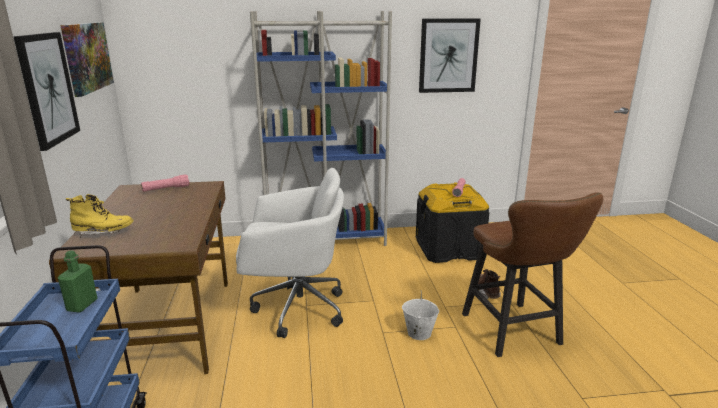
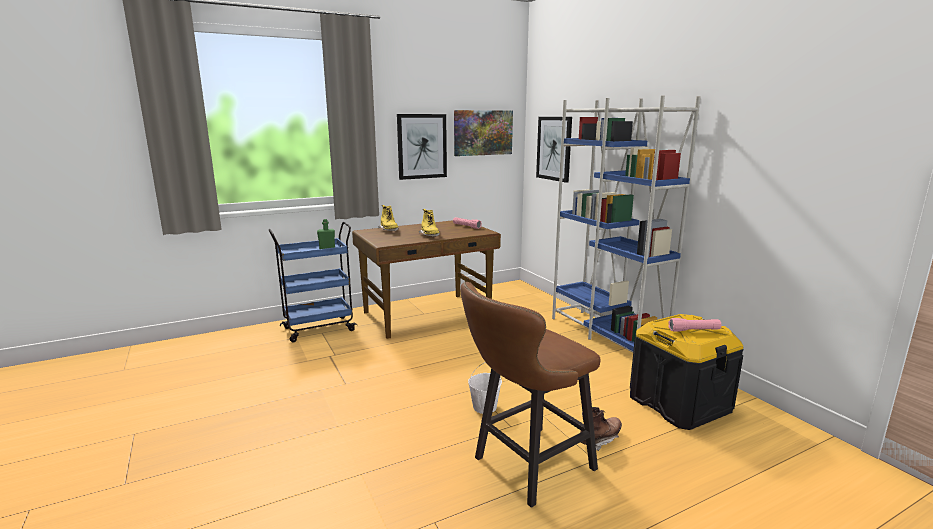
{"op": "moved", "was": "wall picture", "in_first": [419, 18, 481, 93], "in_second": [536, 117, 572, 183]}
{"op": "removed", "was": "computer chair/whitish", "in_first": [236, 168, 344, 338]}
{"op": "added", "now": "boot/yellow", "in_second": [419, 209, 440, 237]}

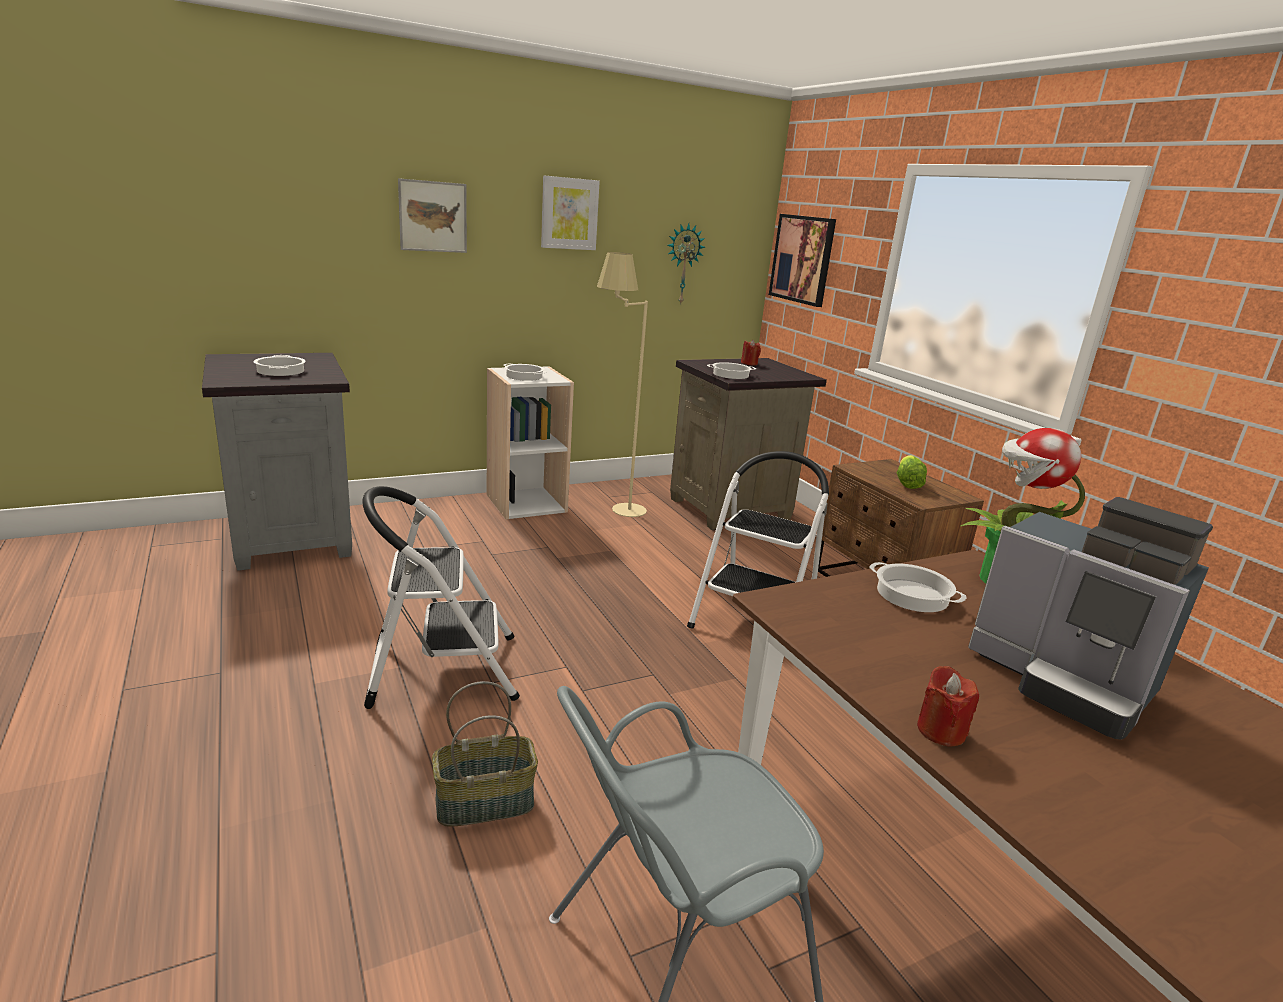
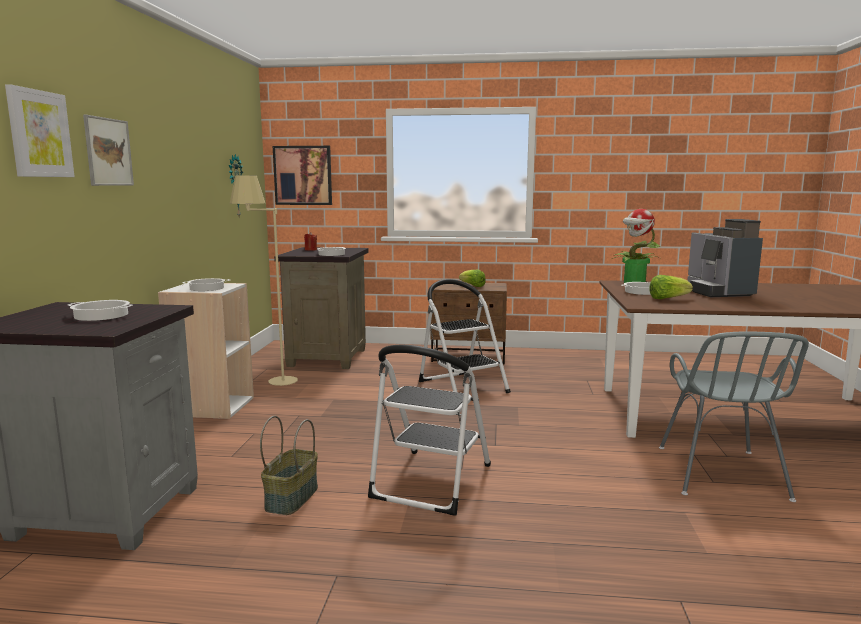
{"op": "moved", "was": "wall picture", "in_first": [541, 175, 600, 250], "in_second": [5, 84, 75, 177]}
{"op": "turned", "was": "coffee brewer", "in_first": [968, 497, 1213, 740], "in_second": [687, 219, 763, 297], "clockwise": 90}
{"op": "removed", "was": "wax candle/reddish", "in_first": [917, 666, 979, 747]}
{"op": "moved", "was": "storage basket", "in_first": [432, 681, 538, 827], "in_second": [260, 416, 318, 515]}
{"op": "added", "now": "head of lettuce", "in_second": [650, 275, 693, 299]}

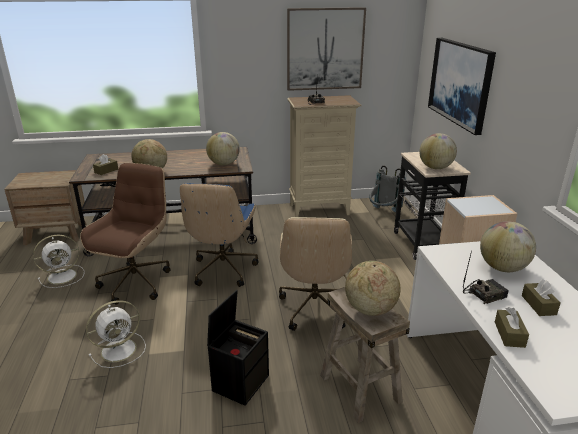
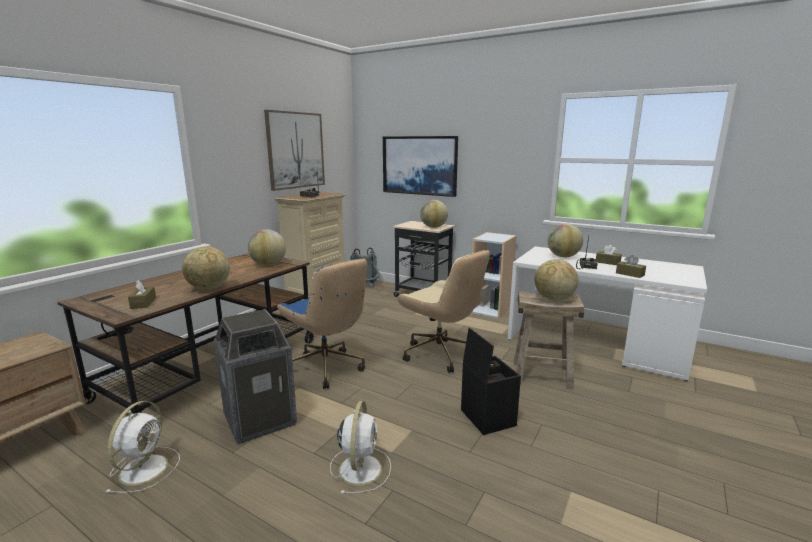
{"op": "replaced", "was": "computer chair/brown", "now": "rubbish bin", "in_first": [80, 163, 170, 305], "in_second": [214, 309, 297, 444]}

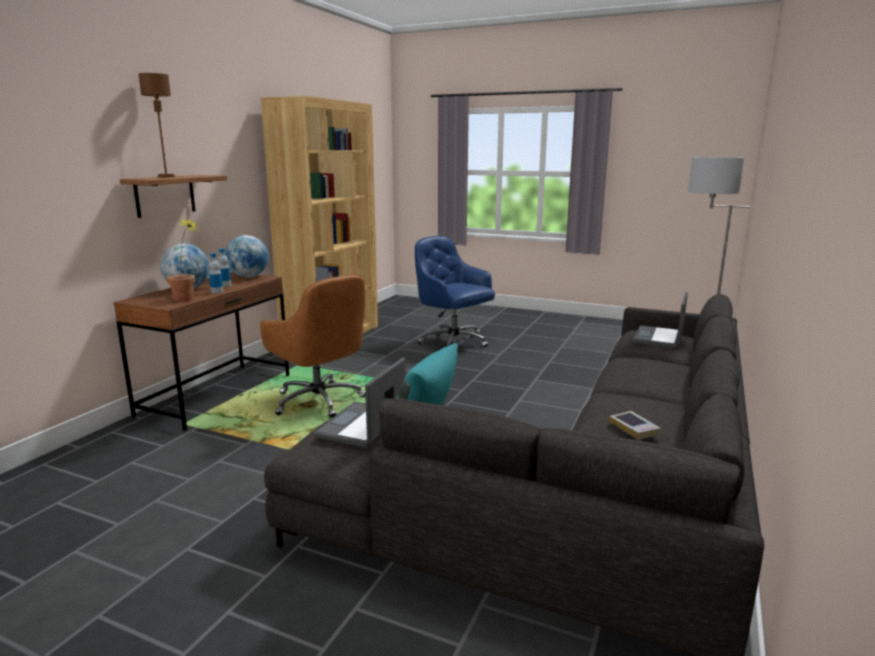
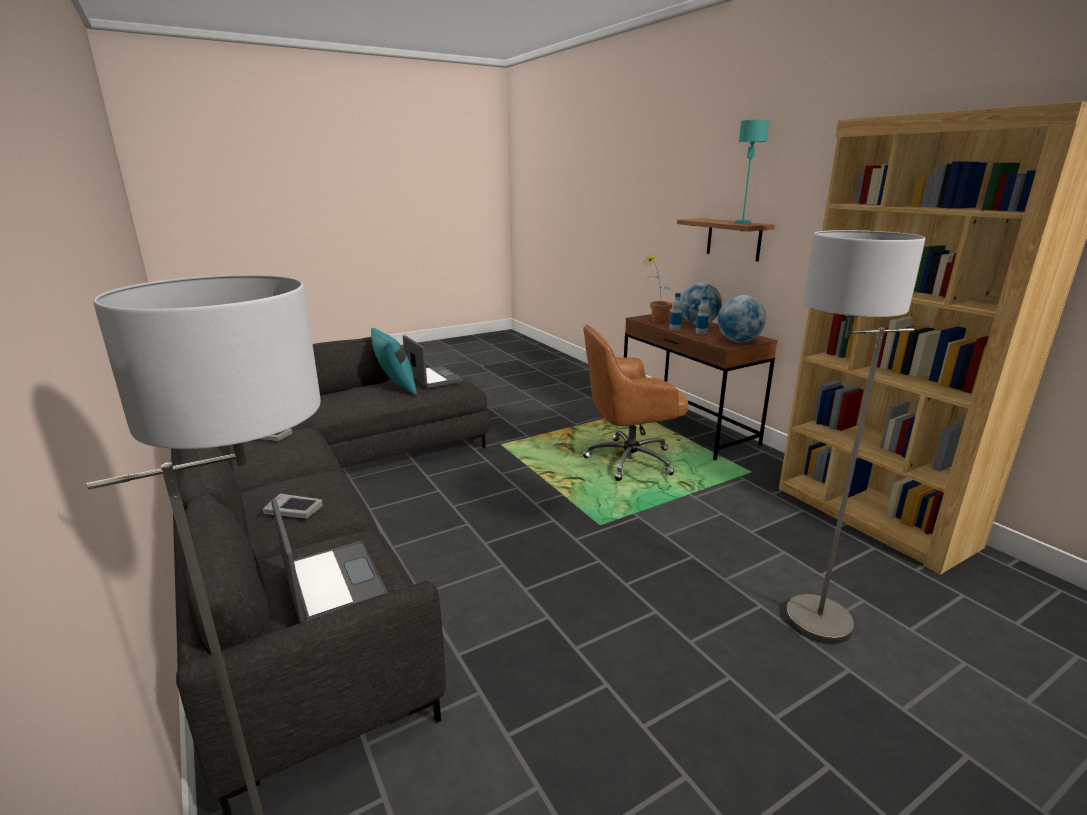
{"op": "removed", "was": "lamp for a table/brown", "in_first": [138, 73, 175, 178]}
{"op": "replaced", "was": "computer chair/bluish", "now": "floor lamp/grey", "in_first": [415, 236, 495, 347], "in_second": [786, 230, 925, 644]}
{"op": "added", "now": "lamp for a table/turquoise", "in_second": [735, 120, 770, 224]}
{"op": "added", "now": "bound book", "in_second": [263, 493, 323, 518]}

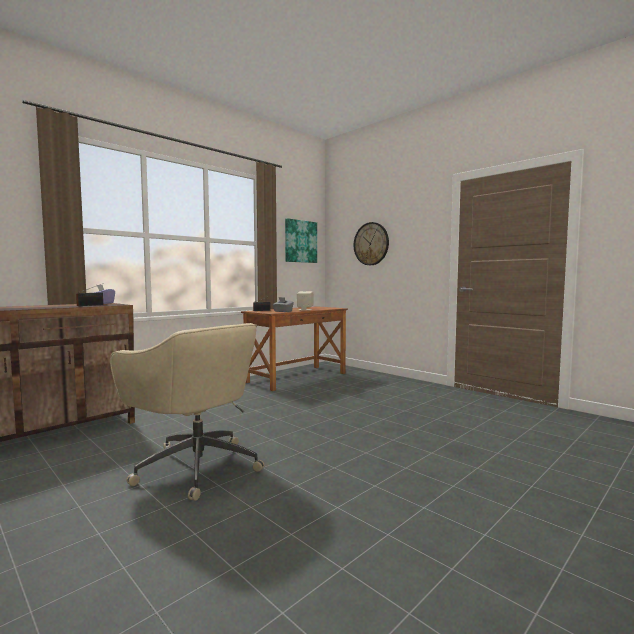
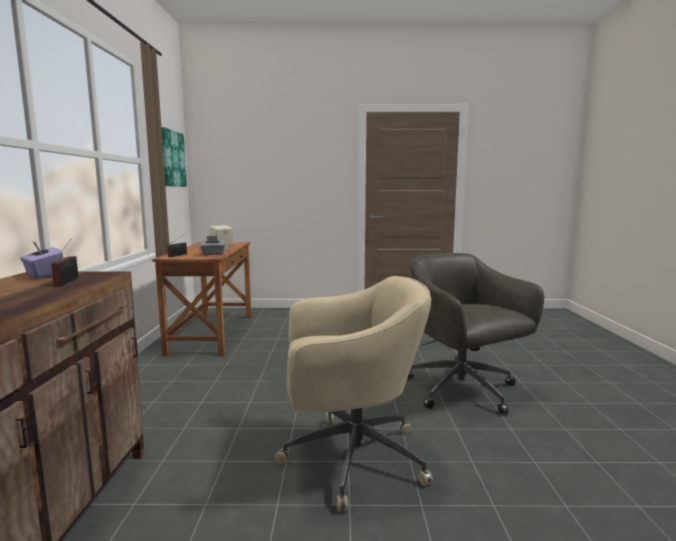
{"op": "removed", "was": "clock on the wall", "in_first": [354, 222, 389, 265]}
{"op": "added", "now": "computer chair/grey", "in_second": [407, 253, 544, 414]}

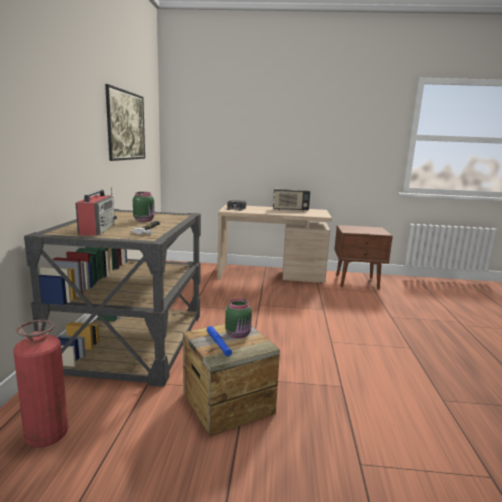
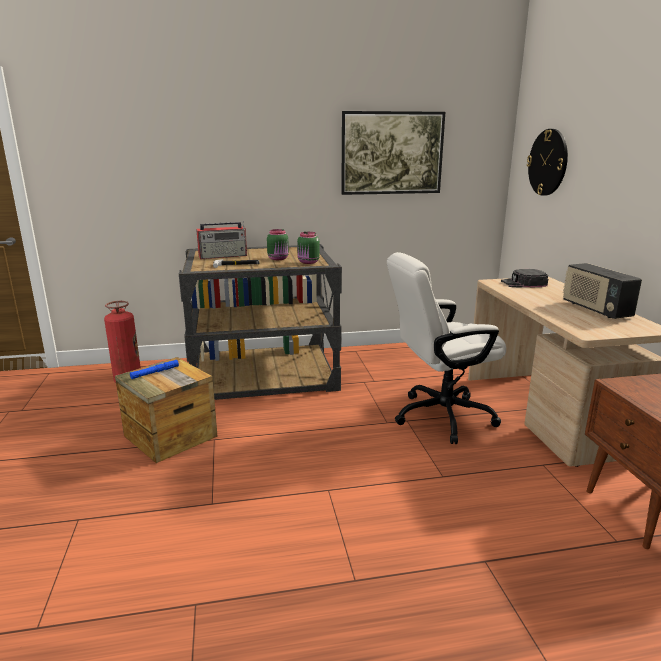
{"op": "moved", "was": "storage jar/green", "in_first": [225, 299, 252, 338], "in_second": [297, 232, 320, 264]}
{"op": "added", "now": "clock on the wall", "in_second": [527, 129, 568, 196]}
{"op": "added", "now": "computer chair/whitish", "in_second": [387, 252, 506, 444]}

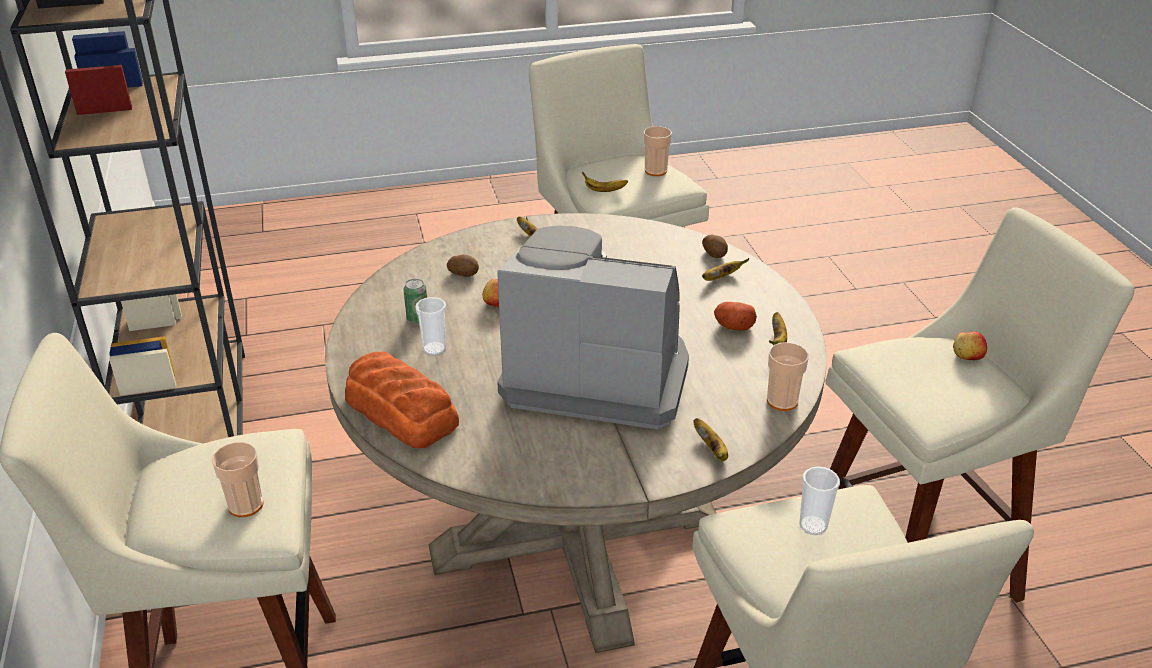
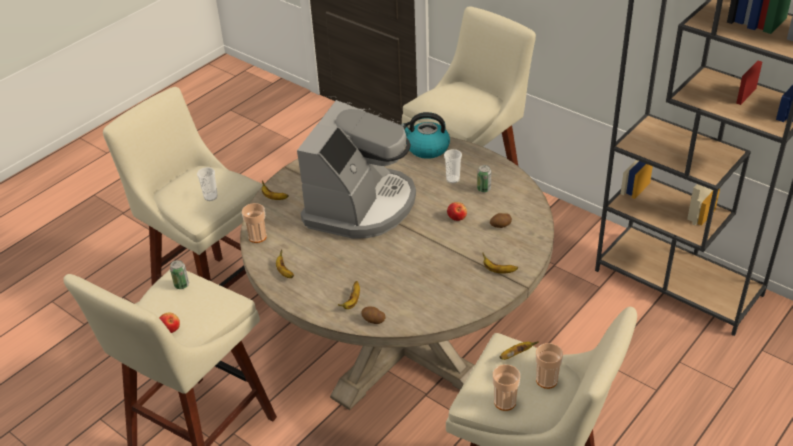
{"op": "turned", "was": "coffee brewer", "in_first": [497, 225, 689, 429], "in_second": [297, 100, 416, 239], "clockwise": -45}
{"op": "removed", "was": "whole potato", "in_first": [714, 302, 757, 331]}
{"op": "replaced", "was": "bakery bread", "now": "water kettle", "in_first": [345, 352, 459, 448], "in_second": [401, 112, 450, 159]}
{"op": "moved", "was": "small cup", "in_first": [212, 442, 264, 517], "in_second": [536, 343, 563, 389]}
{"op": "added", "now": "can", "in_second": [170, 260, 189, 289]}

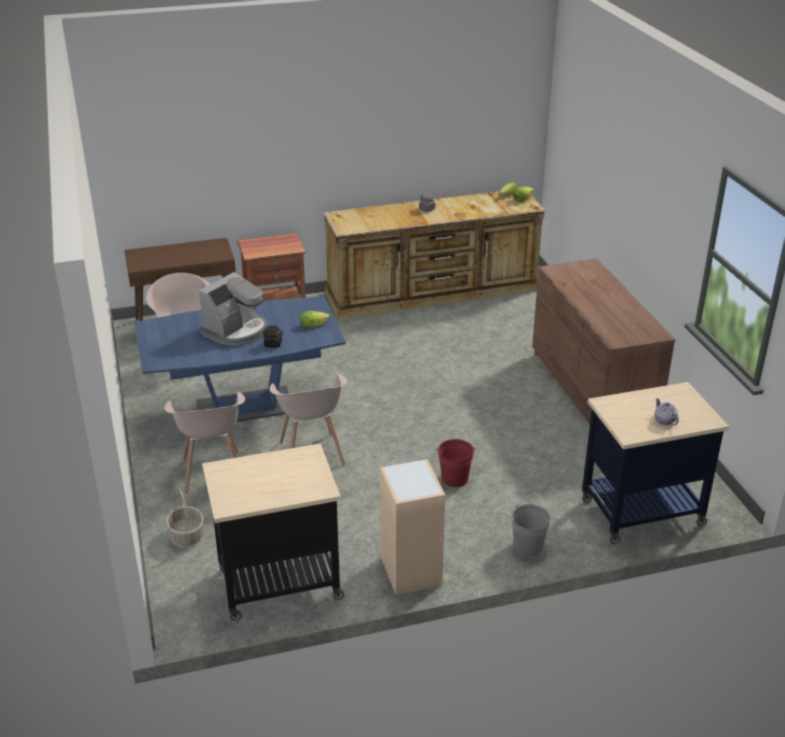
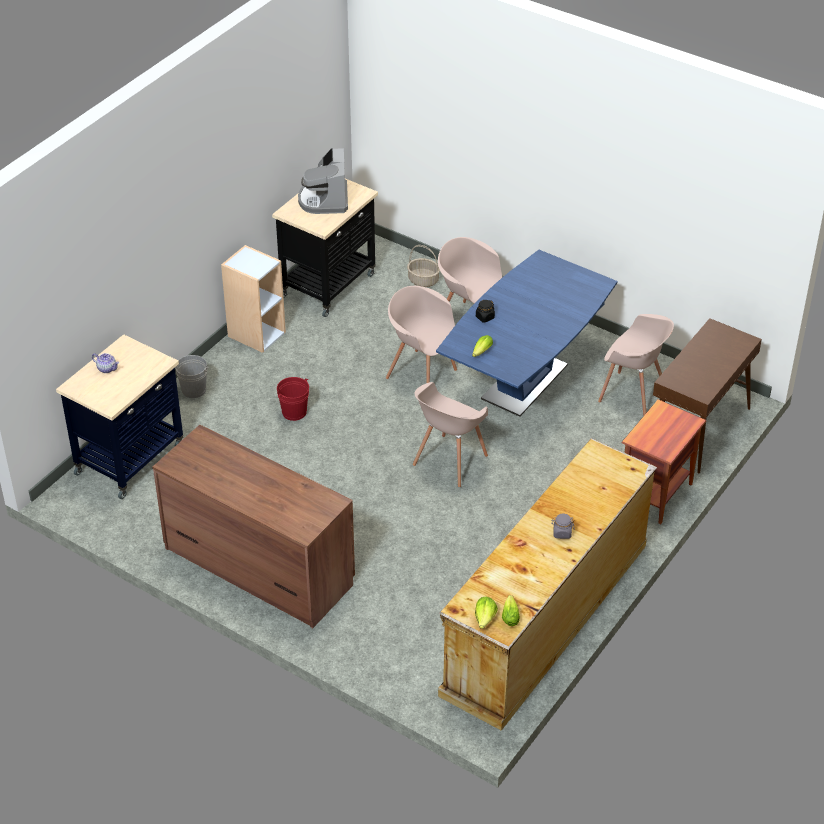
{"op": "moved", "was": "coffee brewer", "in_first": [199, 272, 268, 345], "in_second": [298, 148, 348, 214]}
{"op": "added", "now": "upright chair/sand-coloured", "in_second": [413, 382, 488, 487]}

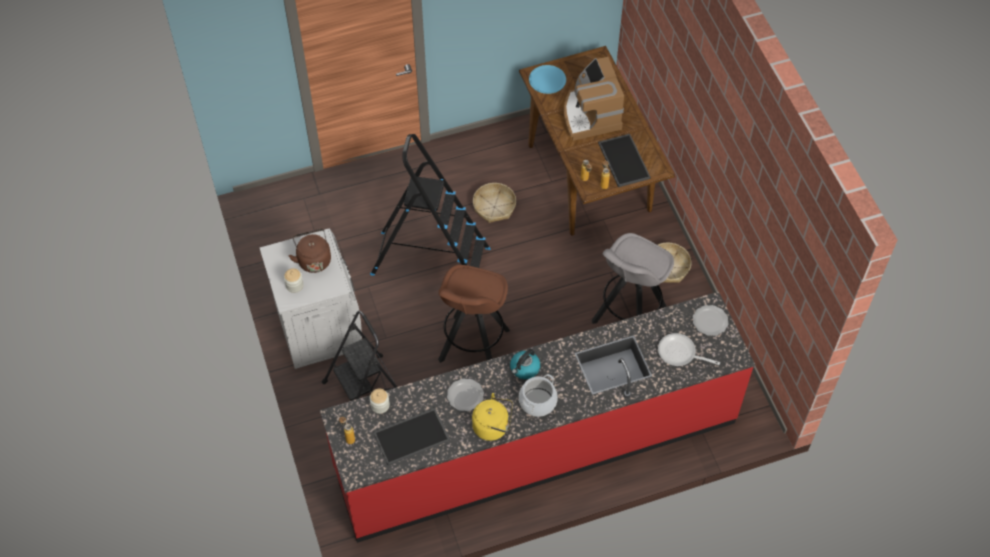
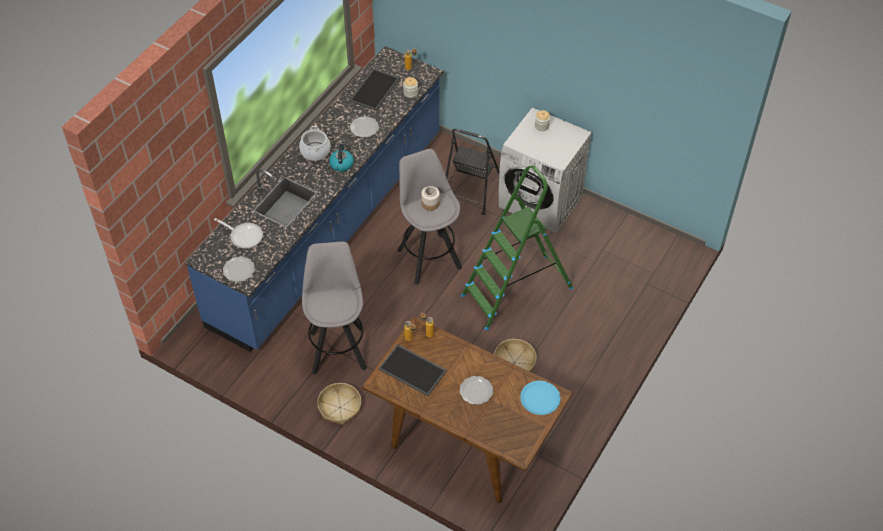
{"op": "replaced", "was": "coffee brewer", "now": "plate", "in_first": [564, 57, 624, 141], "in_second": [460, 376, 493, 405]}
{"op": "recoloured", "was": "step stool/blackish", "now": "step stool/green", "in_first": [370, 134, 491, 276], "in_second": [461, 166, 573, 330]}
{"op": "removed", "was": "water kettle/brown", "in_first": [289, 229, 331, 273]}
{"op": "recoloured", "was": "sitting stool/brown", "now": "sitting stool/grey", "in_first": [438, 265, 510, 363], "in_second": [397, 149, 462, 285]}
{"op": "recoloured", "was": "kitchen base unit/reddish", "now": "kitchen base unit/bluish", "in_first": [320, 291, 755, 543], "in_second": [185, 46, 444, 352]}
{"op": "turned", "was": "skillet", "in_first": [658, 333, 720, 366], "in_second": [214, 218, 263, 249], "clockwise": 45}
{"op": "removed", "was": "water kettle/yellow", "in_first": [472, 393, 513, 441]}
{"op": "added", "now": "storage jar", "in_second": [421, 186, 440, 211]}

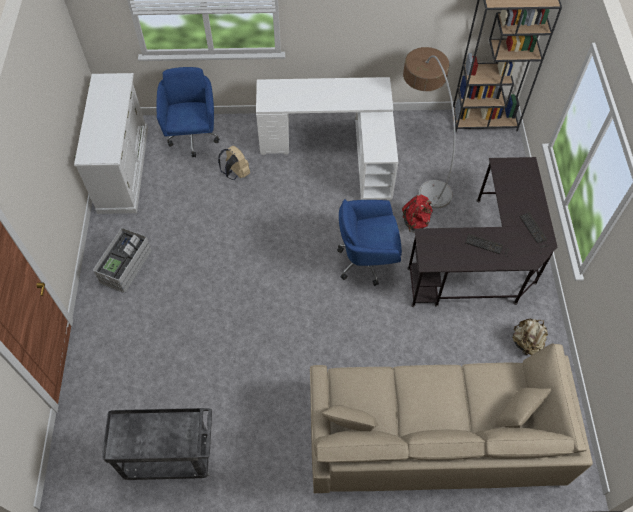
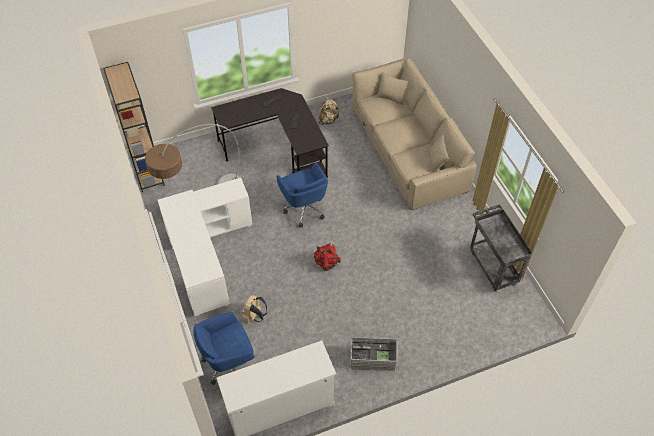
{"op": "moved", "was": "rucksack/reddish", "in_first": [402, 194, 433, 233], "in_second": [314, 243, 341, 271]}

